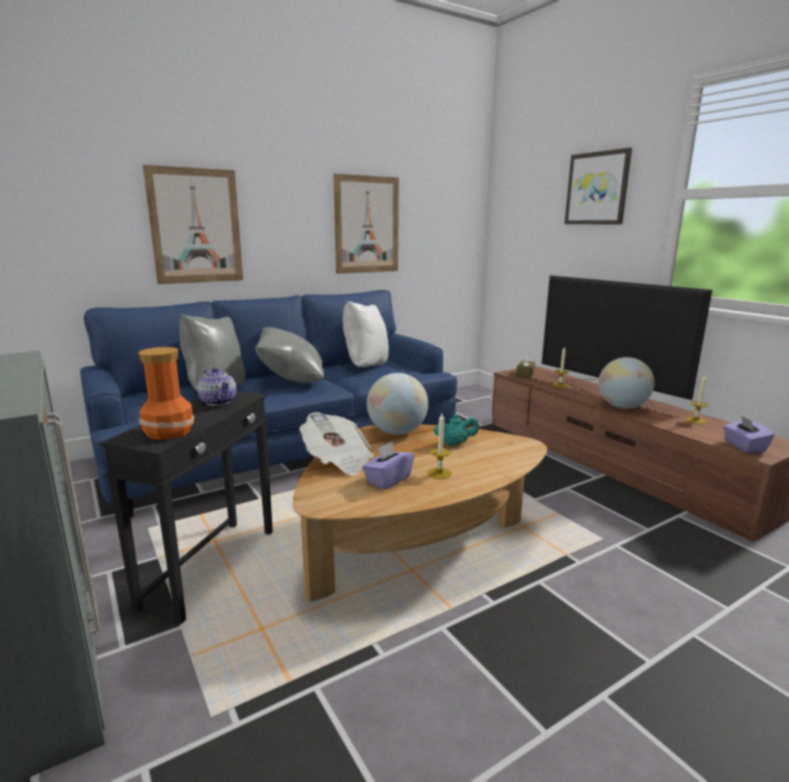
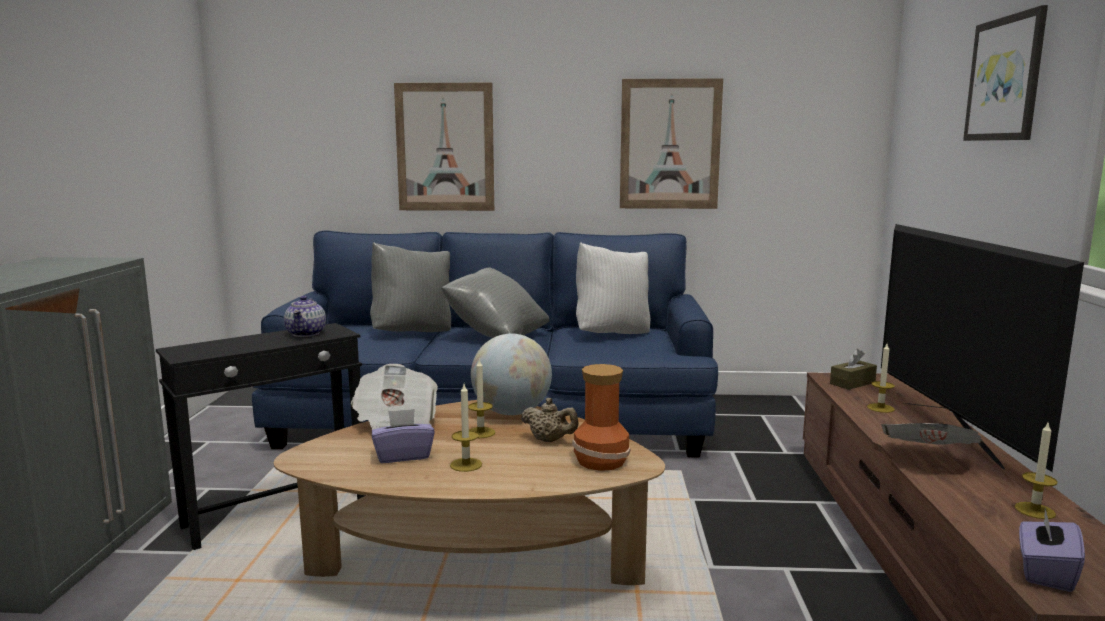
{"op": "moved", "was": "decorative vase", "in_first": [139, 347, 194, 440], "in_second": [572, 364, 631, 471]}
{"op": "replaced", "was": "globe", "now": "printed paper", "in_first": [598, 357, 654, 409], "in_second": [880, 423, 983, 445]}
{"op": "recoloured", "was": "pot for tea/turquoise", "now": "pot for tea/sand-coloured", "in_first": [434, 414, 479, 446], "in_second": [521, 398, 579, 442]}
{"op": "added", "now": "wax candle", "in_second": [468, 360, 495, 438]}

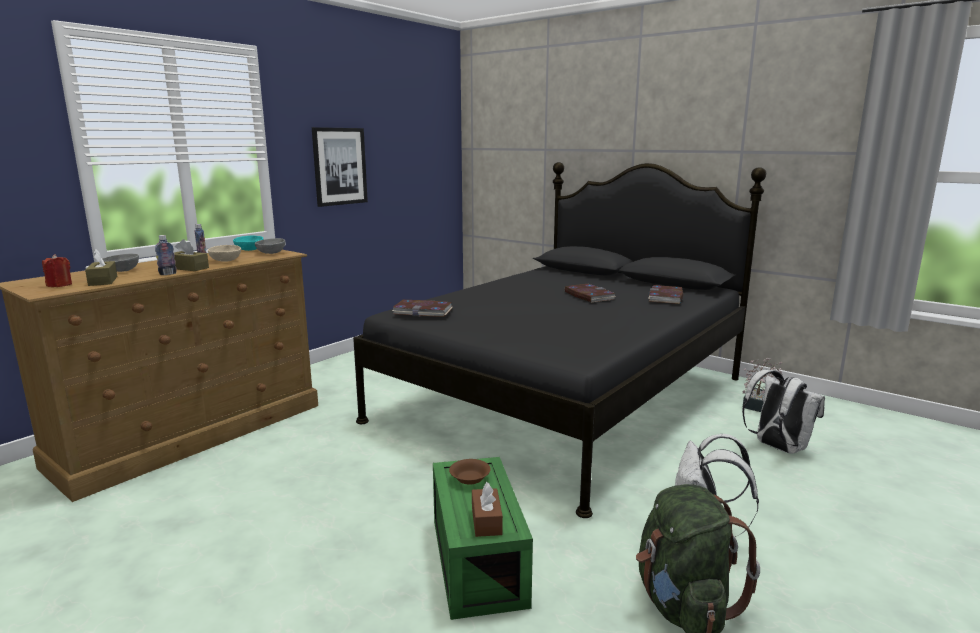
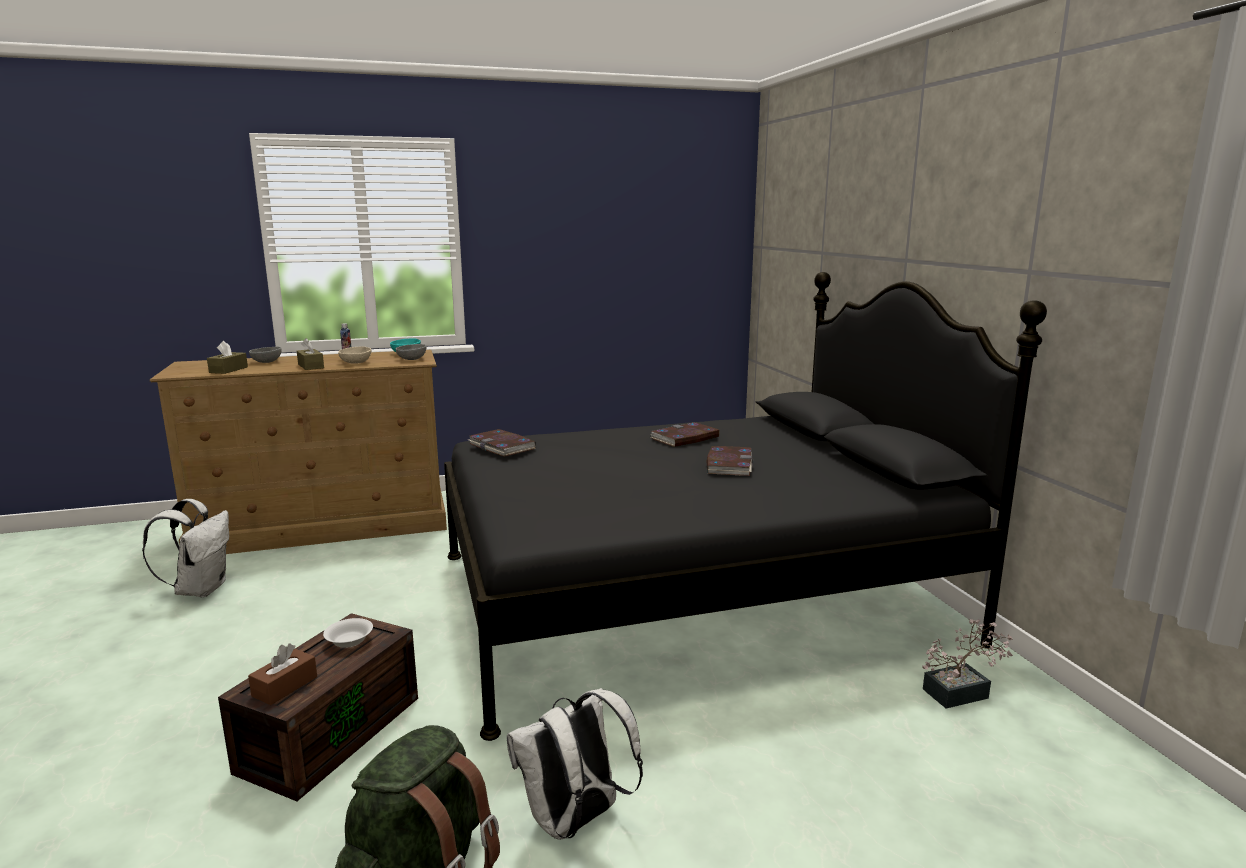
{"op": "removed", "was": "wall picture", "in_first": [312, 127, 368, 207]}
{"op": "removed", "was": "beverage bottle", "in_first": [155, 235, 177, 275]}
{"op": "removed", "was": "wax candle/reddish", "in_first": [42, 254, 72, 287]}
{"op": "moved", "was": "bound book", "in_first": [648, 285, 683, 304], "in_second": [651, 422, 719, 447]}
{"op": "moved", "was": "rucksack/whitish", "in_first": [742, 370, 825, 454], "in_second": [142, 499, 229, 597]}
{"op": "recoloured", "was": "storage bin/green", "now": "storage bin/brown", "in_first": [433, 457, 533, 620], "in_second": [218, 613, 418, 801]}
{"op": "recoloured", "was": "serving bowl/brown", "now": "serving bowl/whitish", "in_first": [449, 459, 491, 485], "in_second": [323, 618, 373, 648]}

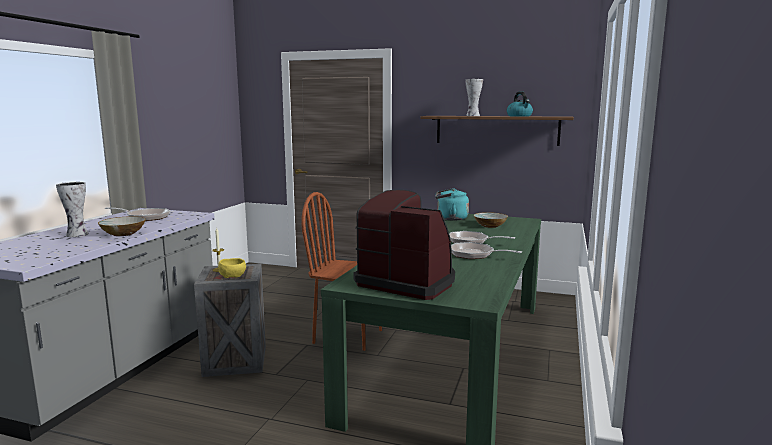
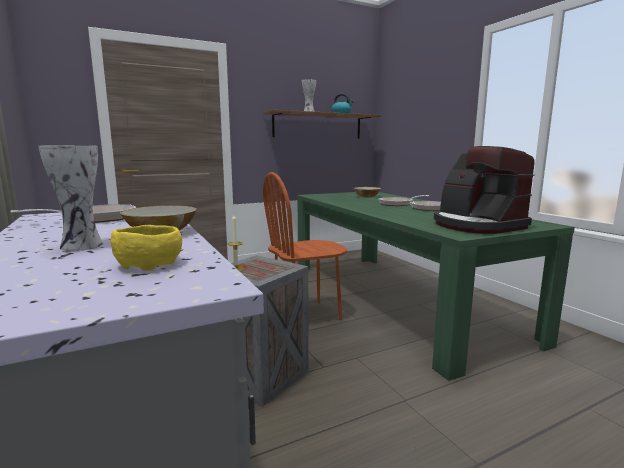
{"op": "removed", "was": "water kettle/turquoise", "in_first": [435, 188, 469, 221]}
{"op": "turned", "was": "coffee brewer", "in_first": [354, 190, 455, 300], "in_second": [434, 146, 535, 234], "clockwise": -105}
{"op": "moved", "was": "serving bowl/yellow", "in_first": [218, 258, 246, 278], "in_second": [111, 225, 182, 270]}

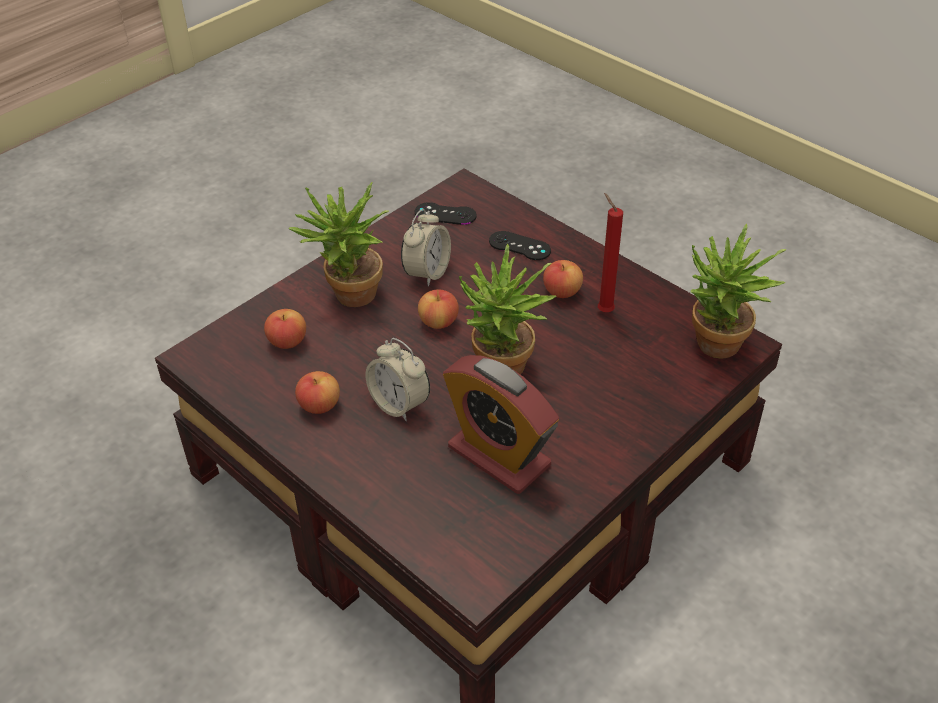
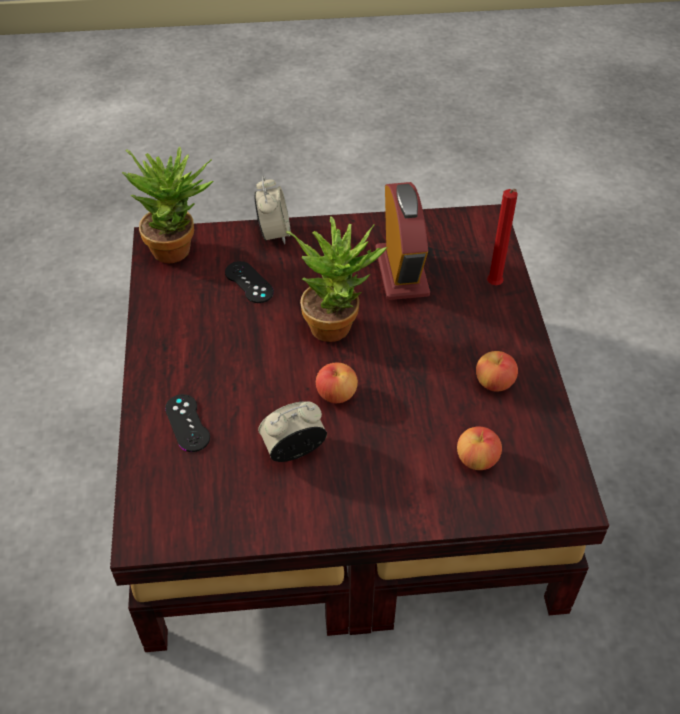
{"op": "removed", "was": "plant in a pot", "in_first": [289, 182, 389, 307]}
{"op": "moved", "was": "wax candle/reddish", "in_first": [598, 193, 623, 312], "in_second": [487, 189, 518, 285]}
{"op": "moved", "was": "gamepad/blackish", "in_first": [415, 202, 477, 225], "in_second": [225, 261, 274, 303]}
{"op": "removed", "was": "apple fruit", "in_first": [543, 260, 583, 298]}
{"op": "moved", "was": "alarm clock", "in_first": [365, 338, 430, 421], "in_second": [254, 176, 291, 245]}

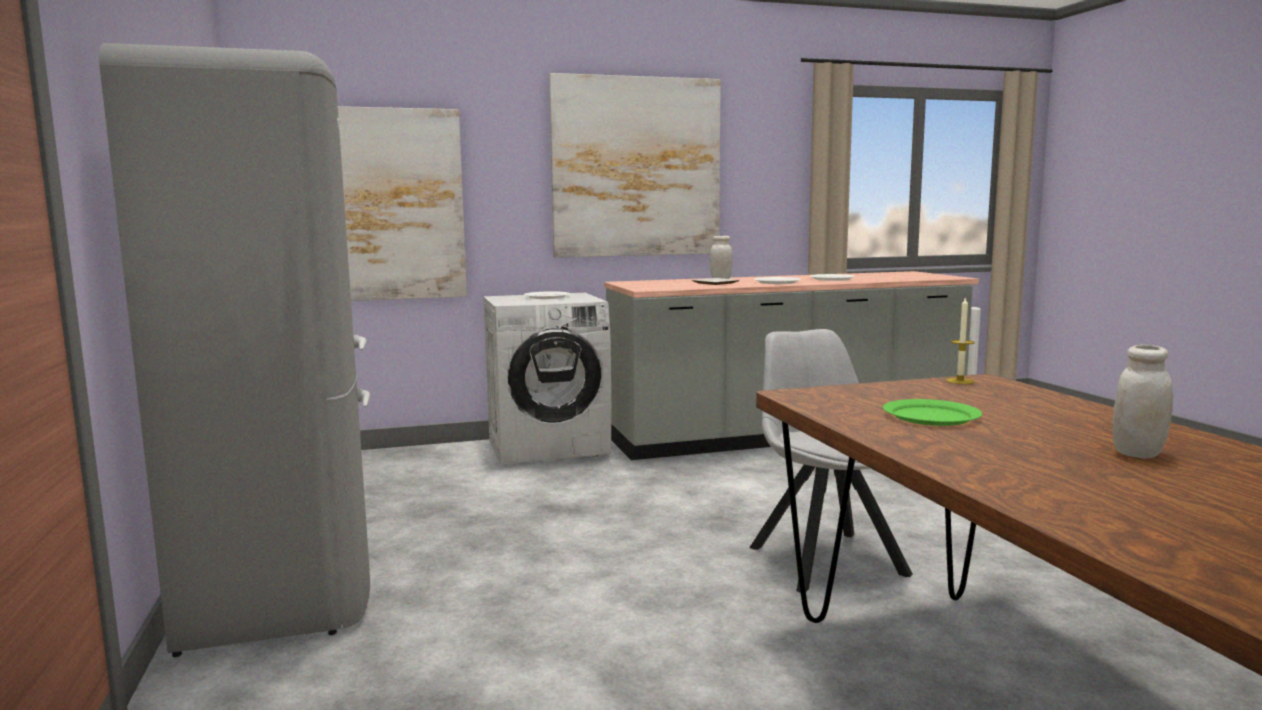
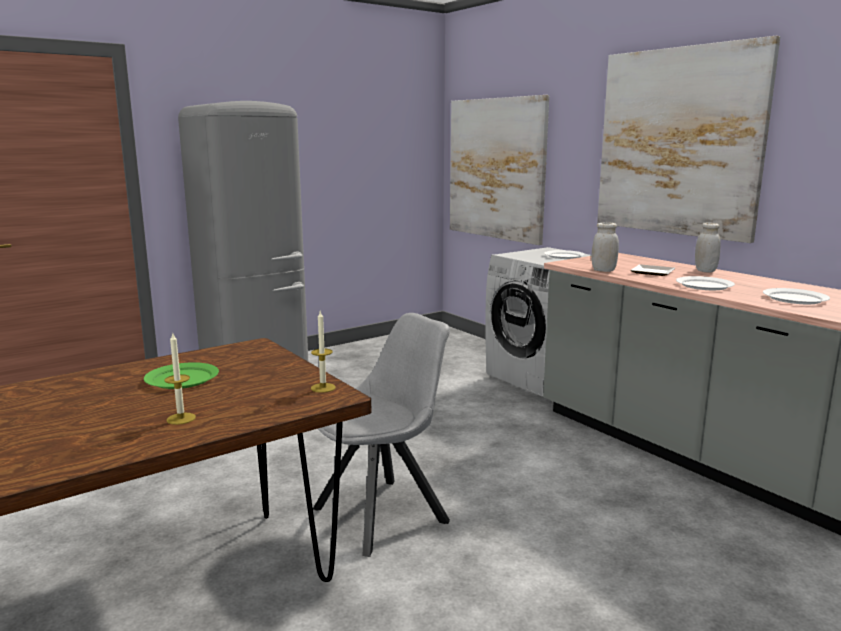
{"op": "moved", "was": "storage jar/whitish", "in_first": [1113, 345, 1173, 459], "in_second": [591, 223, 619, 272]}
{"op": "added", "now": "wax candle", "in_second": [164, 332, 196, 425]}

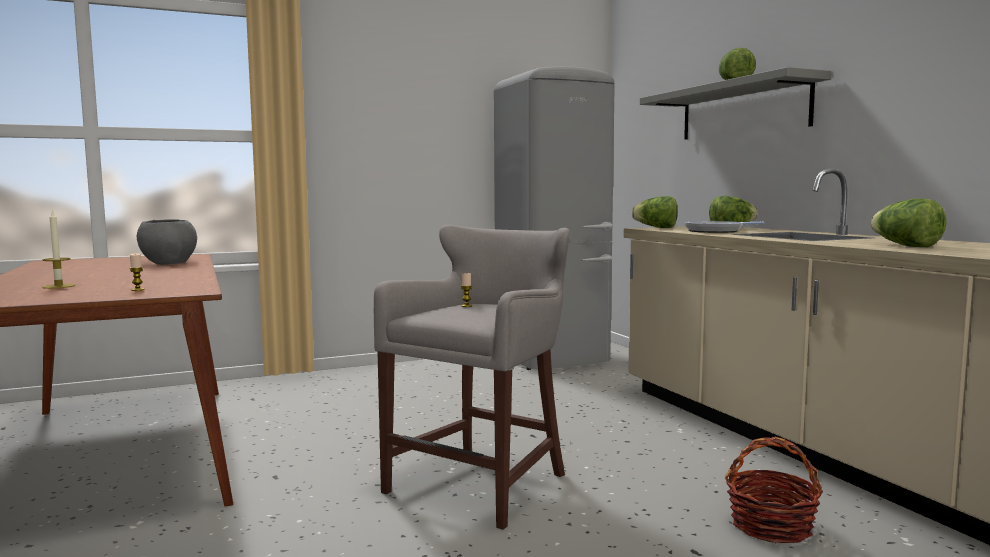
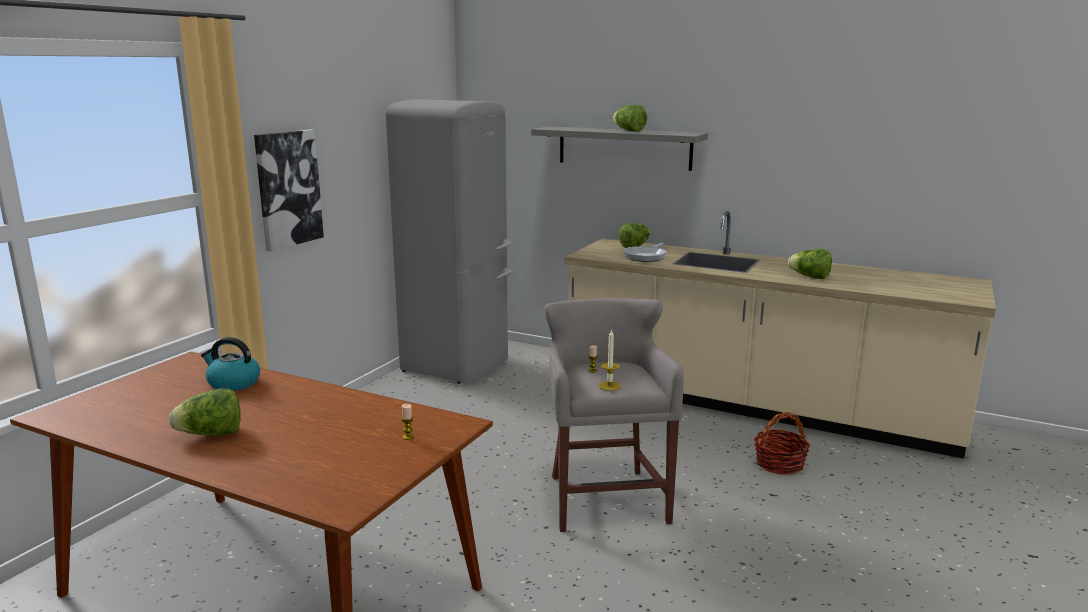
{"op": "moved", "was": "head of lettuce", "in_first": [632, 196, 678, 228], "in_second": [169, 388, 241, 436]}
{"op": "moved", "was": "wax candle", "in_first": [42, 210, 75, 289], "in_second": [599, 329, 621, 391]}
{"op": "replaced", "was": "serving bowl/grey", "now": "water kettle", "in_first": [137, 219, 197, 265], "in_second": [201, 337, 260, 391]}
{"op": "added", "now": "wall picture", "in_second": [254, 130, 324, 251]}

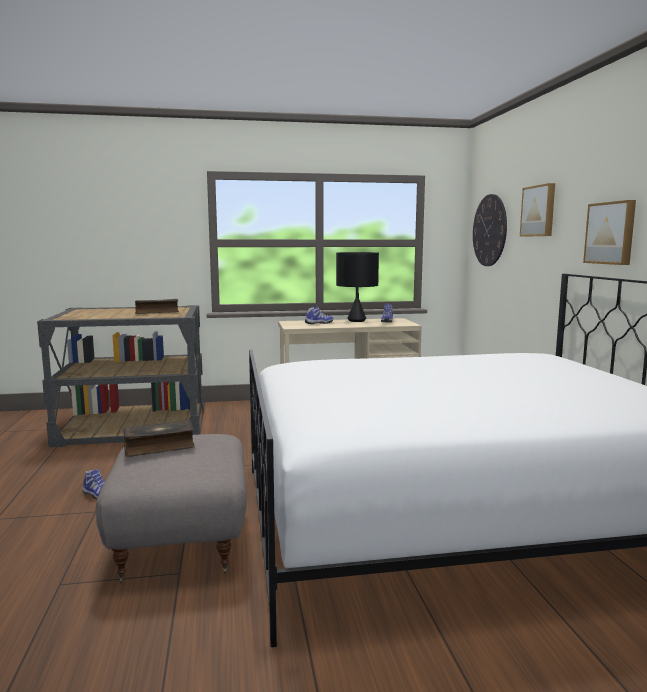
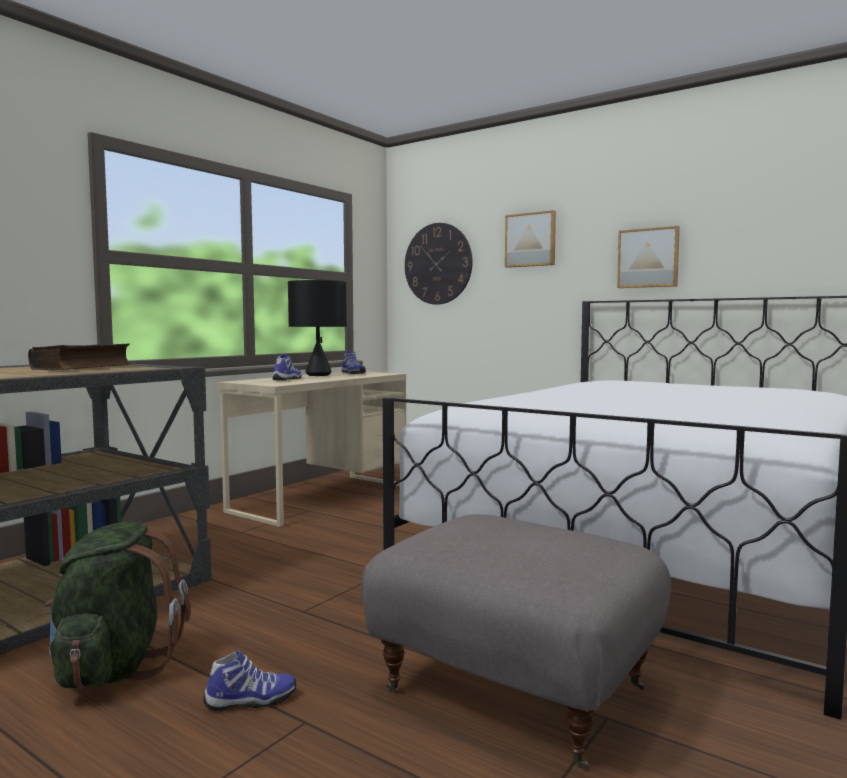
{"op": "removed", "was": "bound book", "in_first": [124, 420, 195, 457]}
{"op": "added", "now": "rucksack/green", "in_second": [44, 522, 191, 688]}

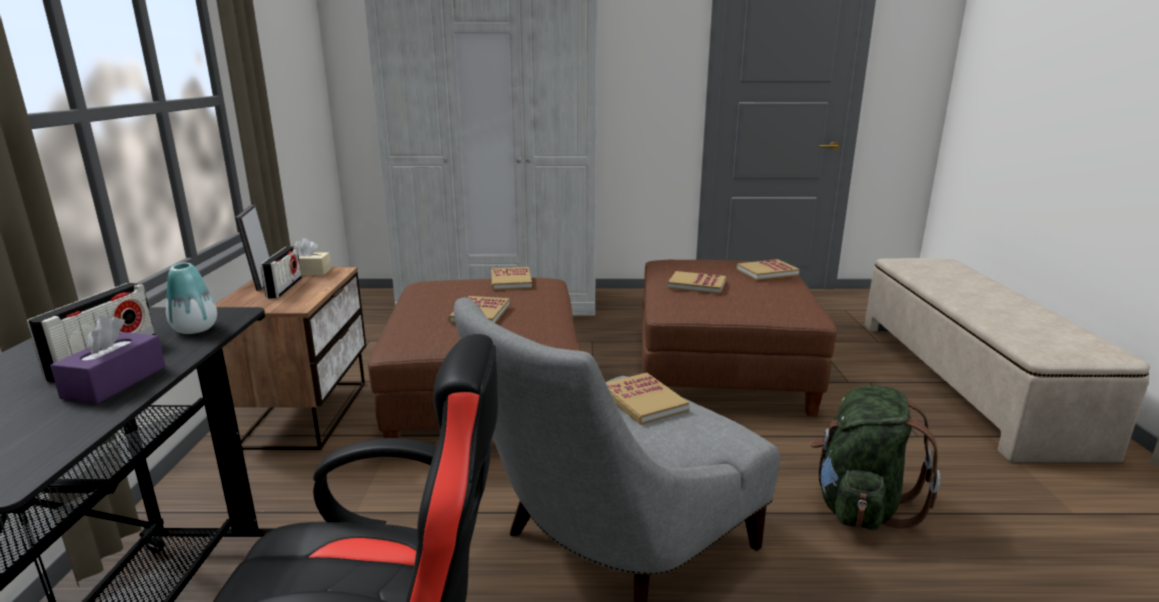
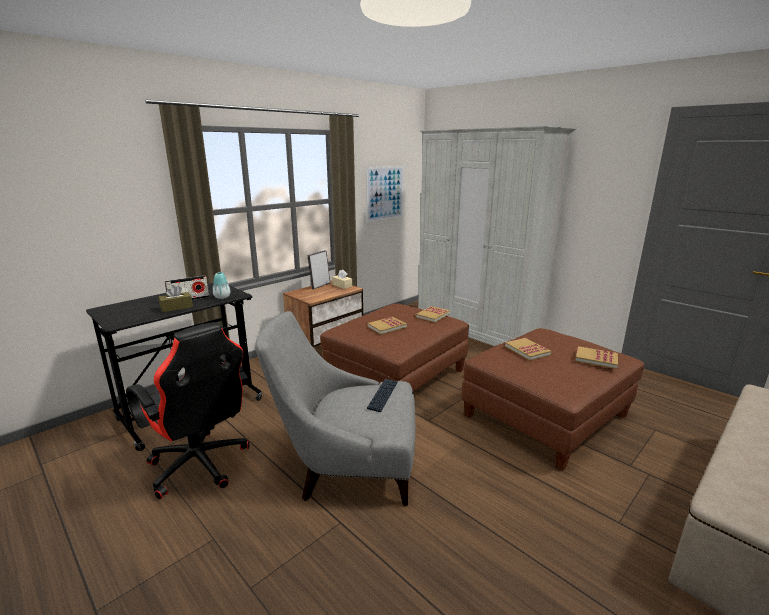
{"op": "removed", "was": "radio receiver", "in_first": [261, 246, 302, 298]}
{"op": "recoloured", "was": "tissue box/purple", "now": "tissue box/brown", "in_first": [50, 316, 166, 404], "in_second": [159, 285, 193, 312]}
{"op": "replaced", "was": "bound book", "now": "computer keyboard", "in_first": [606, 373, 689, 425], "in_second": [367, 378, 398, 412]}
{"op": "removed", "was": "rucksack/green", "in_first": [810, 386, 940, 530]}
{"op": "added", "now": "wall picture", "in_second": [366, 166, 404, 222]}

